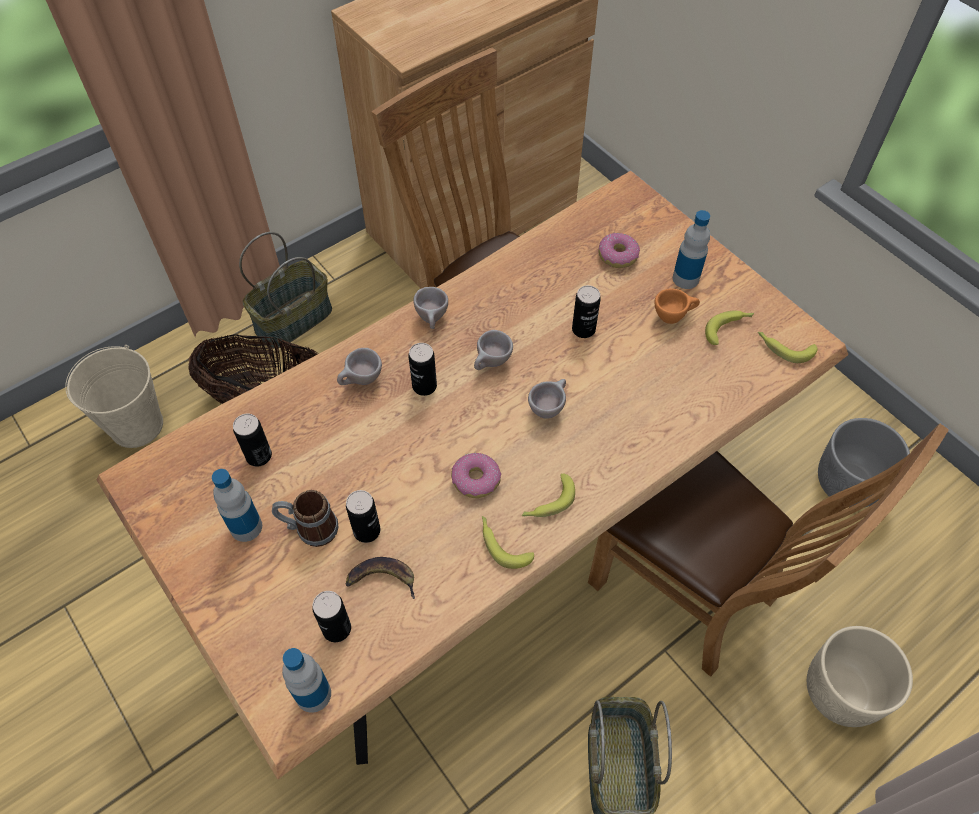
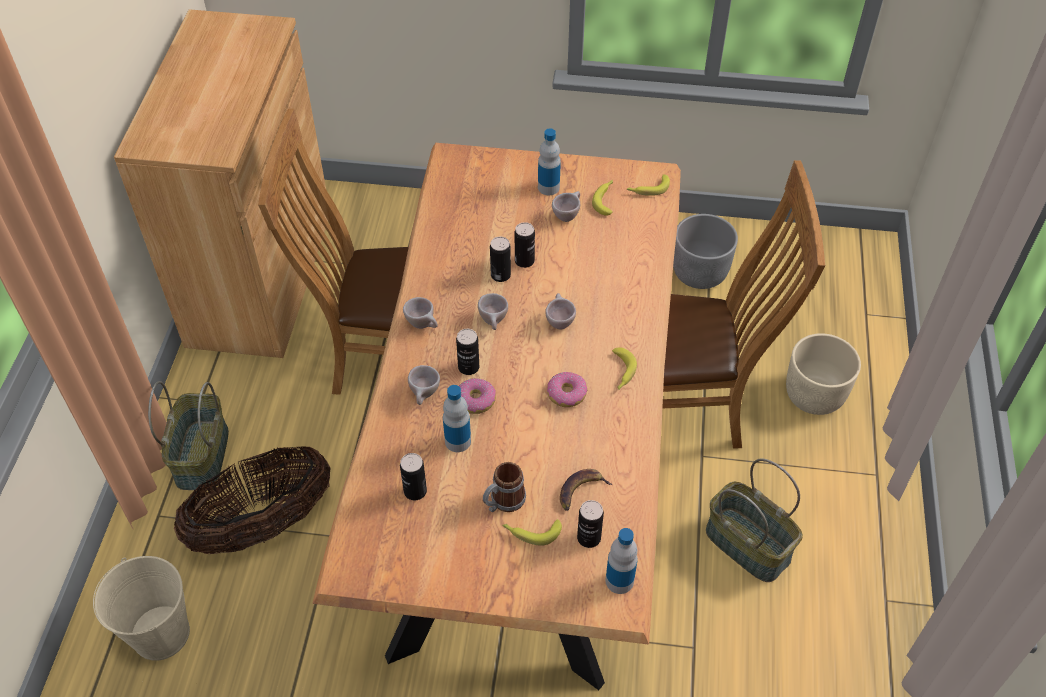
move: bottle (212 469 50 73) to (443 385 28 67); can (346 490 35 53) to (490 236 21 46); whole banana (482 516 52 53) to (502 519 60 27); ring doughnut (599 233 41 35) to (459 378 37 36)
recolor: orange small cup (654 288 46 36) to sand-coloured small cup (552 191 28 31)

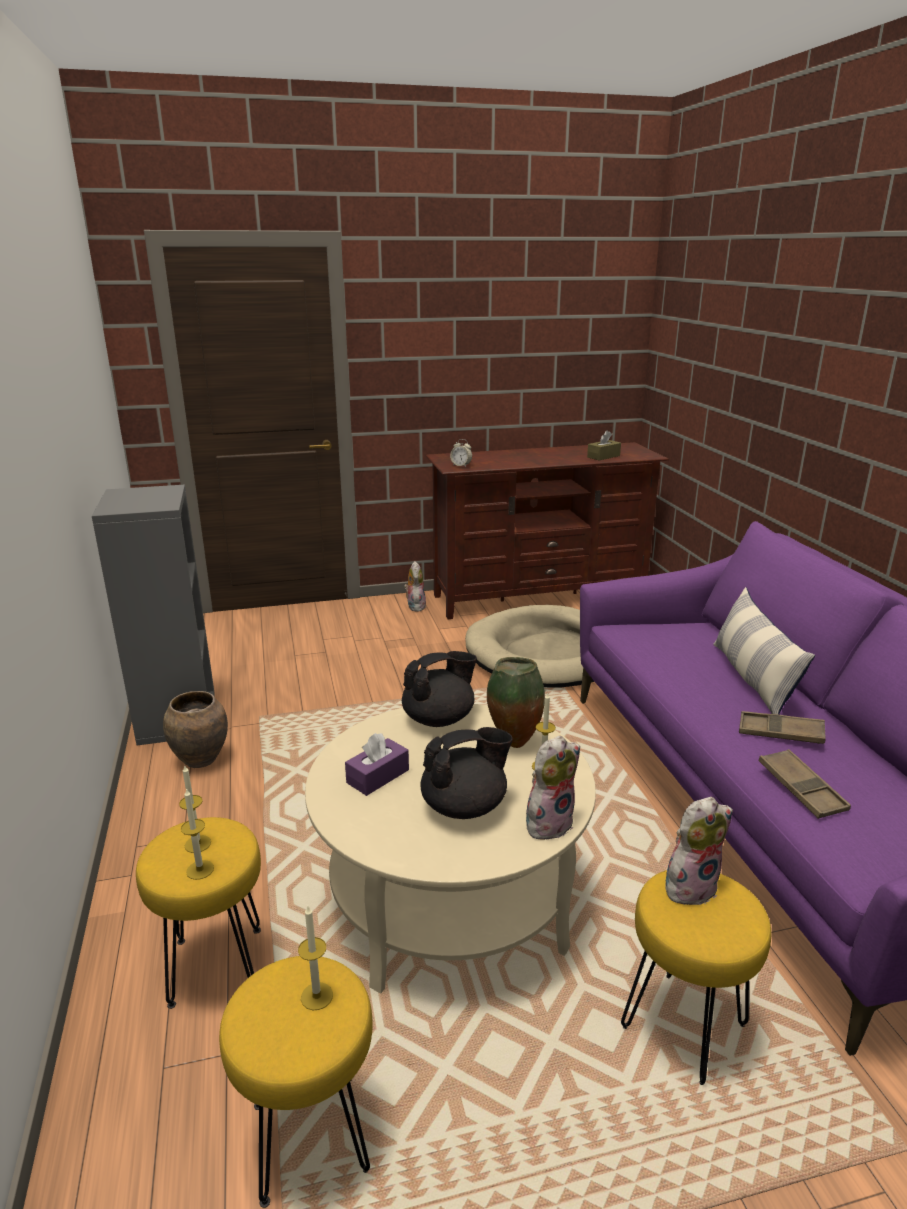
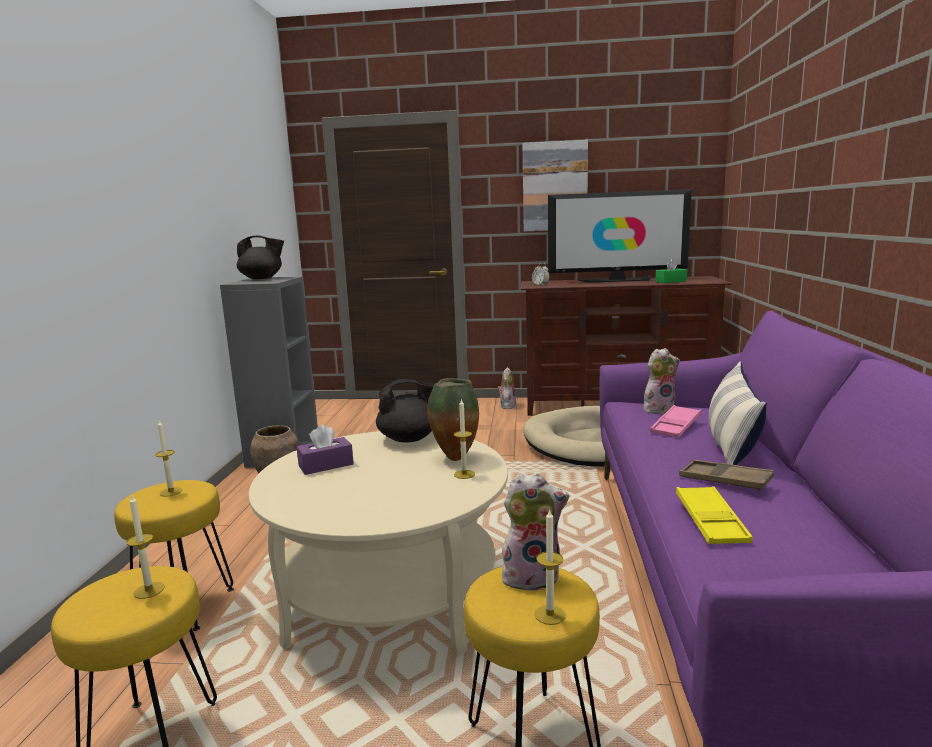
insert: picture (523 140 65 91); TV (548 189 144 94); pink-coloured carrying tray (650 405 51 33)
move: candle (181 788 33 92) to (535 510 31 115); black tea pot (421 727 92 92) to (237 236 47 43); soft toy (526 735 54 107) to (644 348 36 66)
recolor: brown tissue box (587 430 34 31) to green-coloured tissue box (655 258 32 25); brown carrying tray (759 749 92 70) to yellowish carrying tray (676 486 76 58)

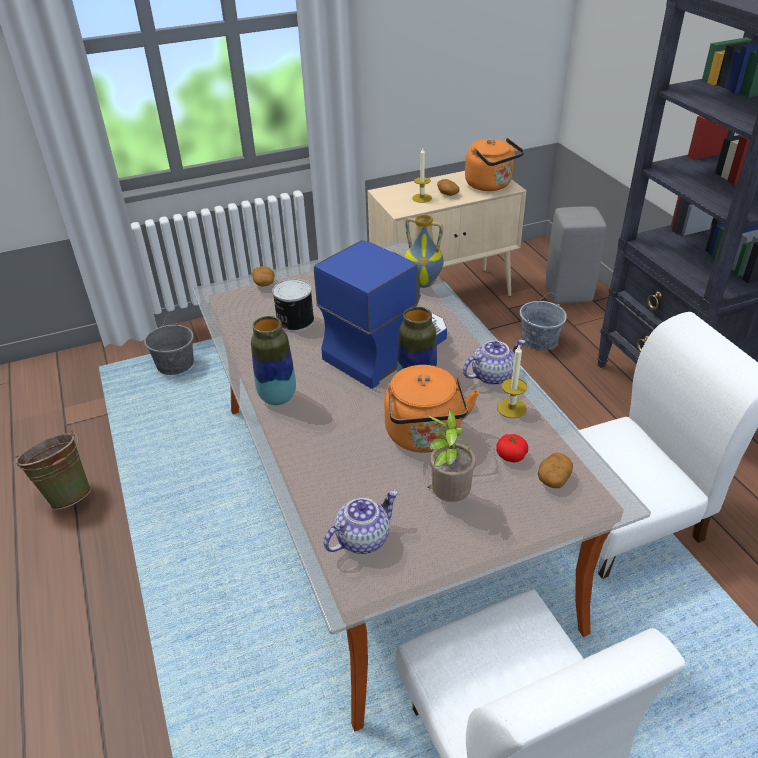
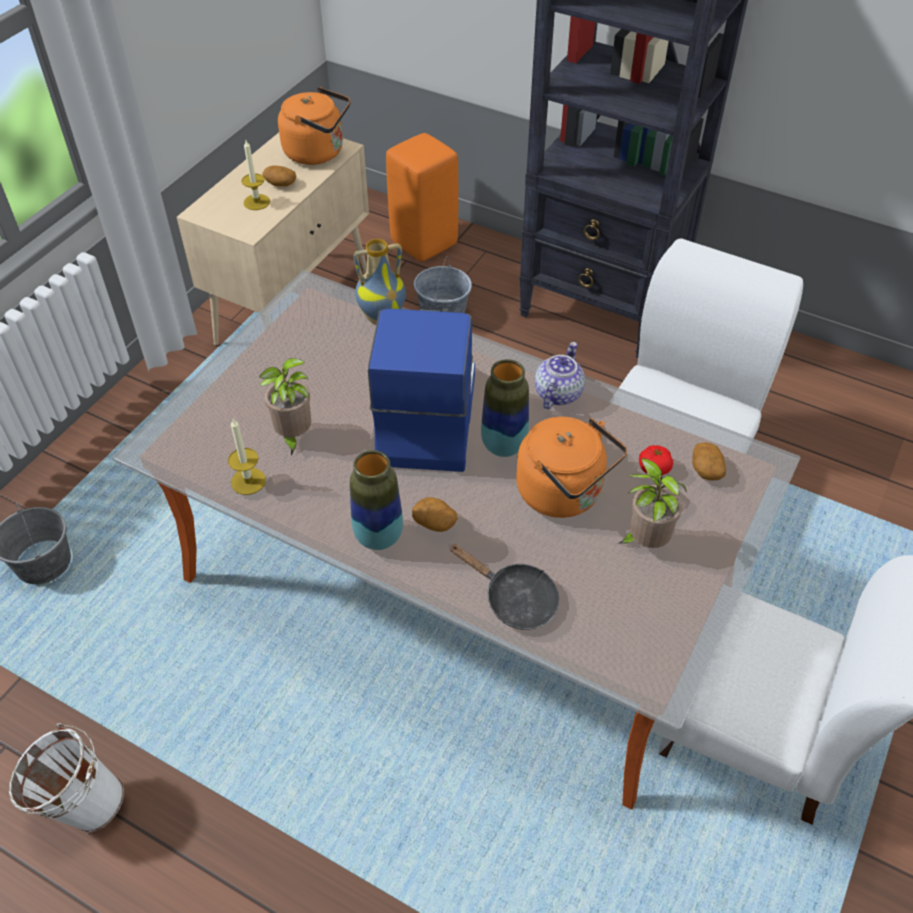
delete: tea pot (324 490 74 64)
insert: black skillet (449 544 110 86)
move: spud (252 266 23 20) to (412 497 46 35); candle (497 344 30 74) to (228 419 38 76)
replace: can (272 279 42 53) to potted plant (259 358 52 97)
recolor: green-coloured pail (13 430 78 80) to white pail (9 724 115 109); gray sitting stool (545 206 62 97) to orange sitting stool (386 133 72 128)

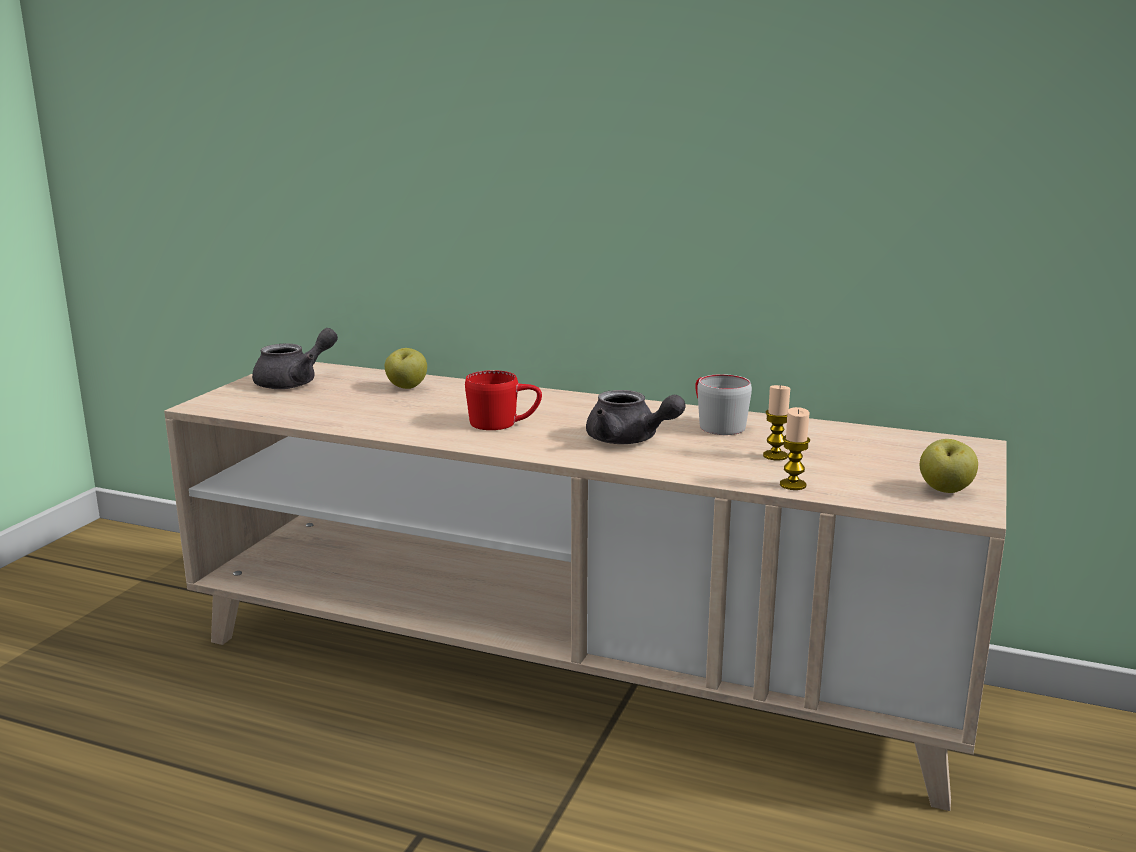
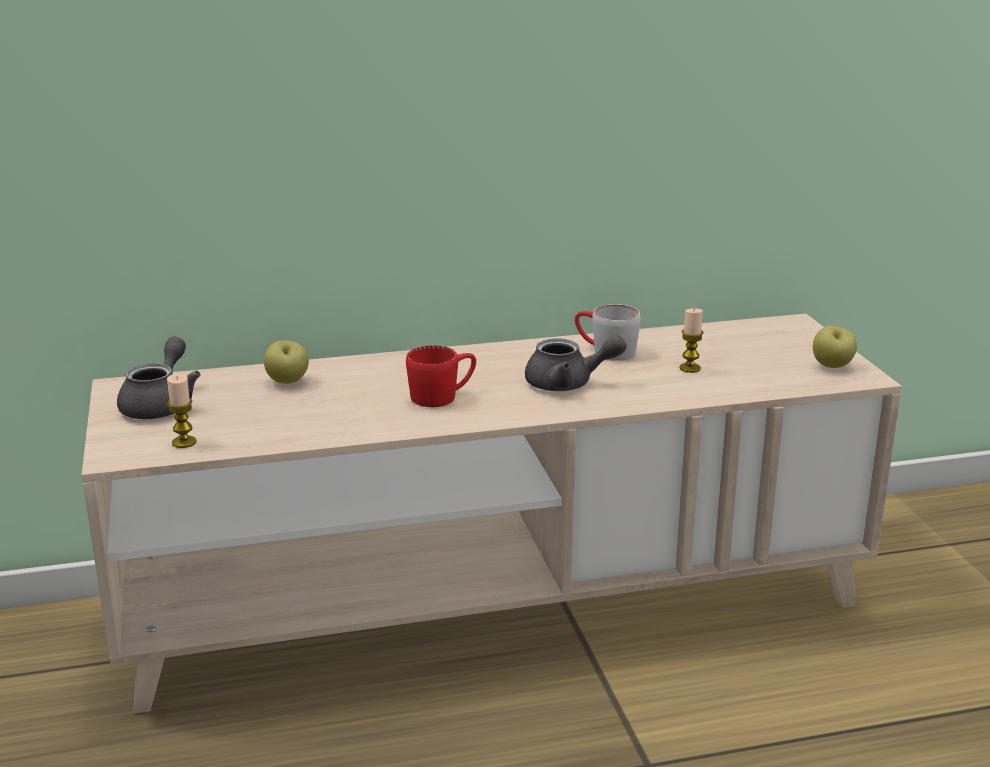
move: candle (780 407 30 83) to (167 374 30 74)

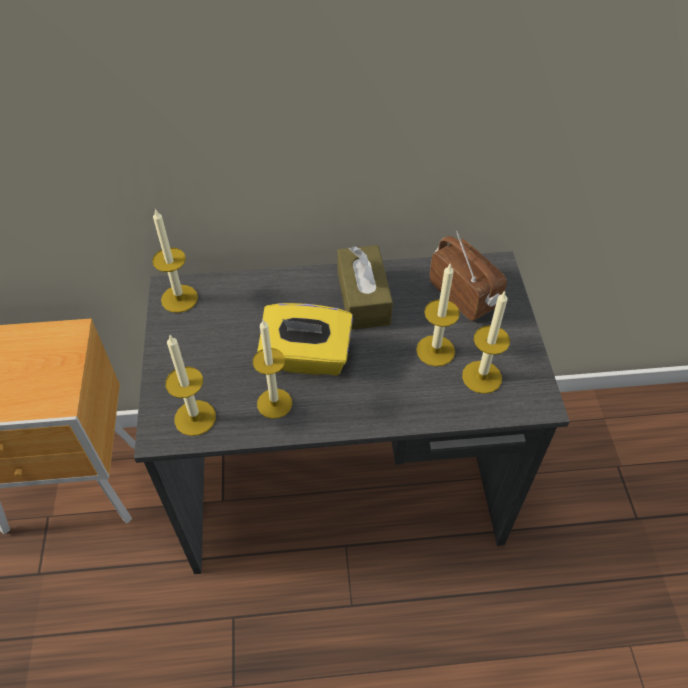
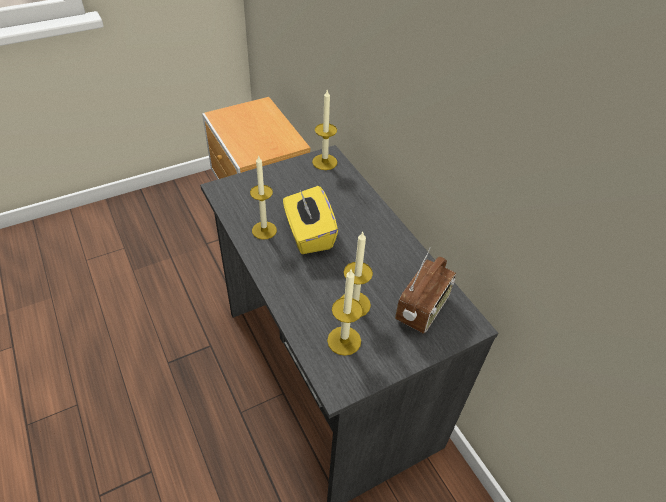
delete: candle (165 335 51 101); brown tissue box (337 245 56 85)

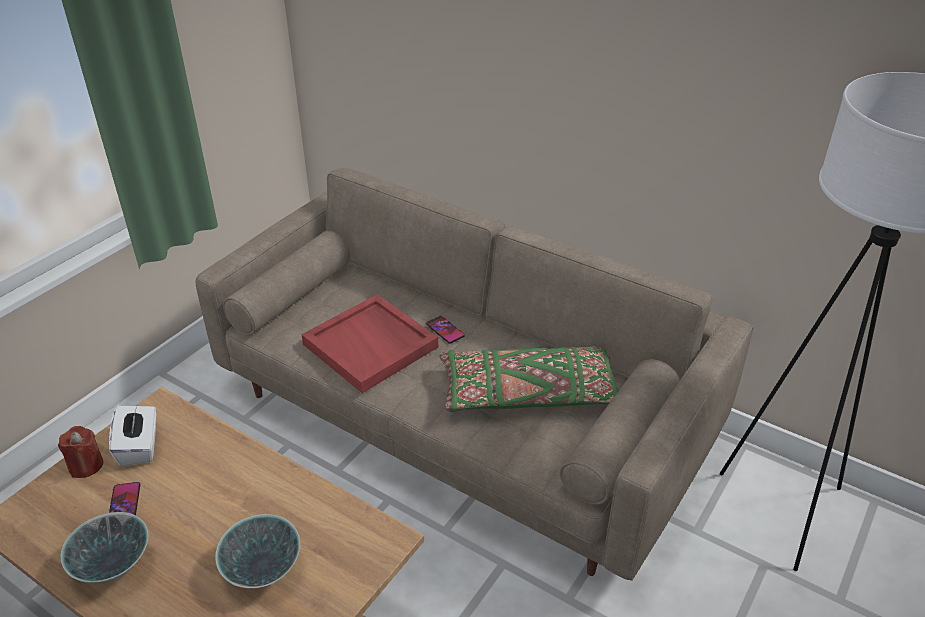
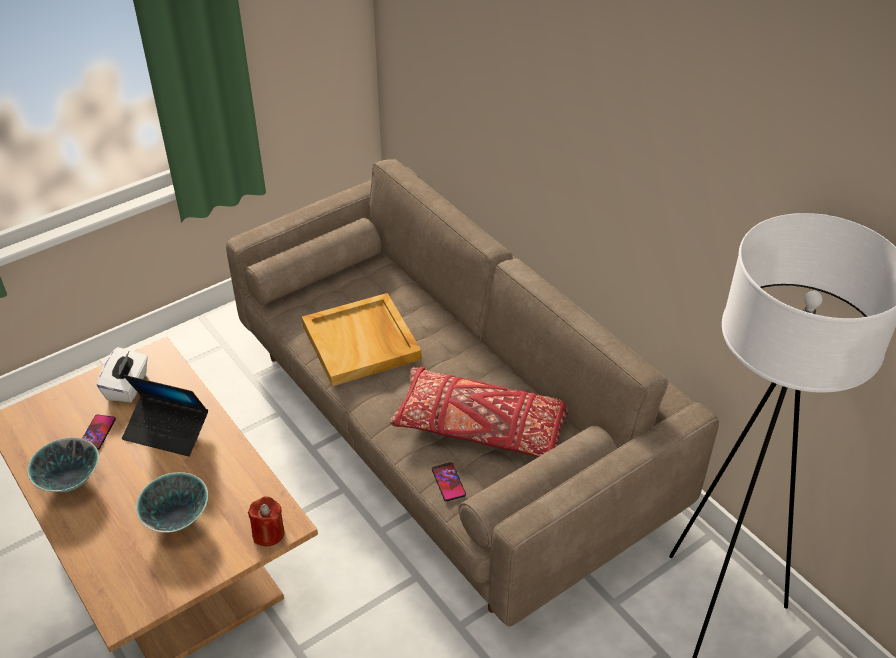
insert: portable computer (122 375 86 81)
move: reddish candle (58 426 45 52) to (248 496 36 50); handset (426 316 39 28) to (432 462 34 39)
recolor: reddish carrying tray (301 294 137 99) to sand-coloured carrying tray (302 293 120 93); green-coloured throw pillow (439 347 180 65) to reddish throw pillow (390 367 178 90)

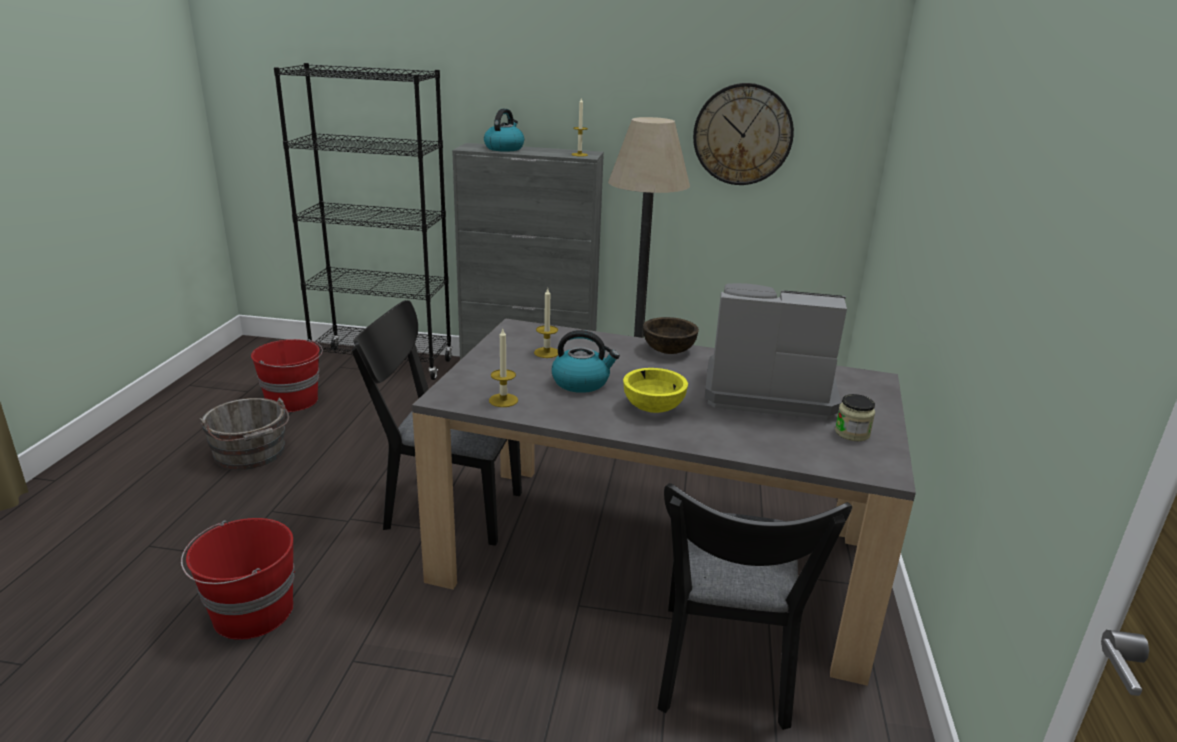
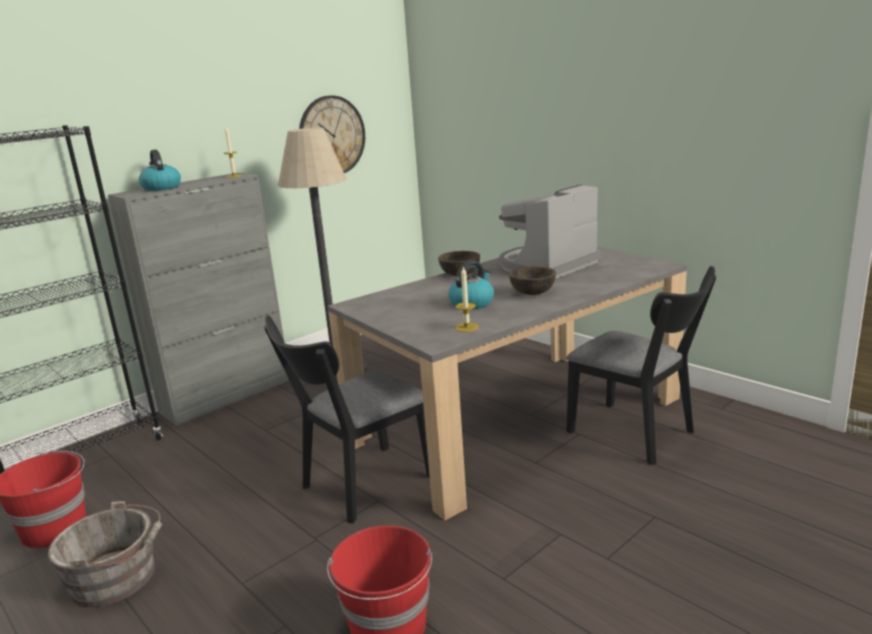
delete: candle (534 288 24 70); jar (835 394 40 47)
recolor: yellowish deep dish (623 368 65 45) to brown deep dish (509 266 47 29)

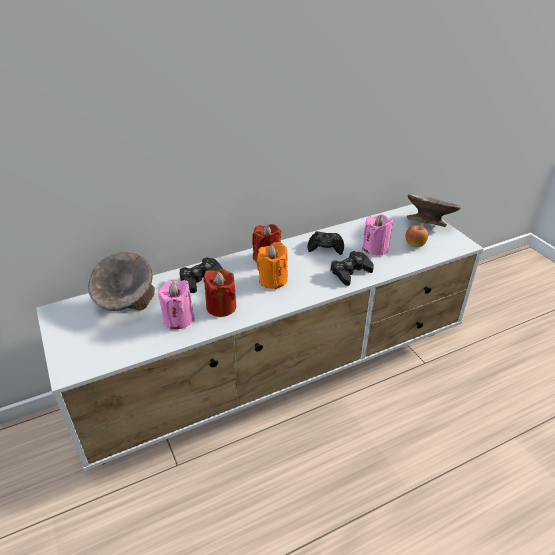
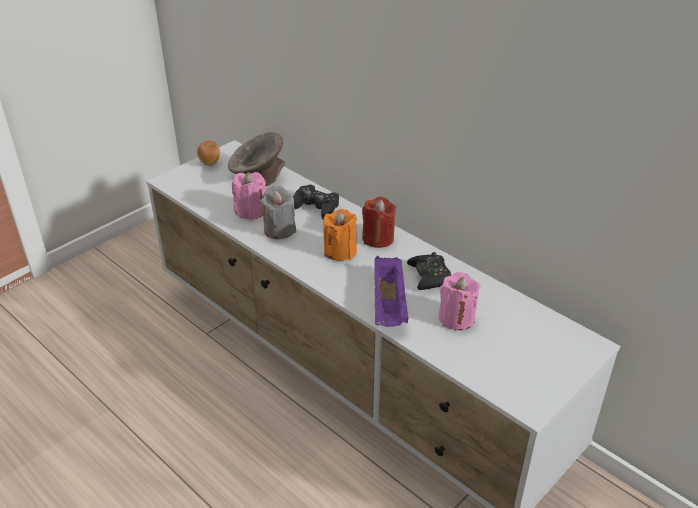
delete: gray deep dish (407 194 54 33)
move: apple (406 225 22 22) to (197 141 23 25)
replace: black joypad (330 251 44 35) to purple-coloured carrying tray (374 256 35 71)
recolor: reddish candle (203 269 33 48) to gray candle (260 186 36 53)

